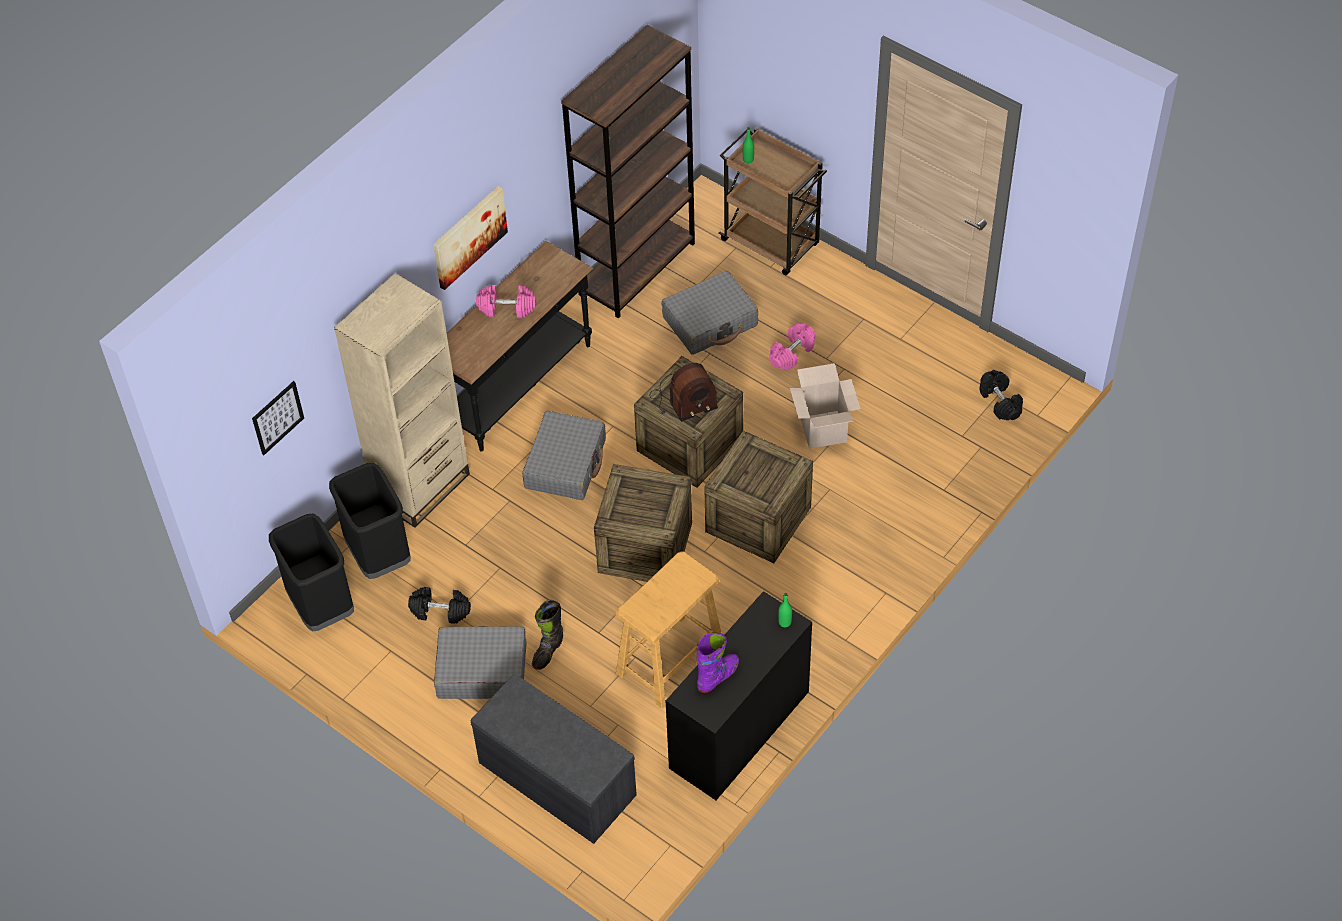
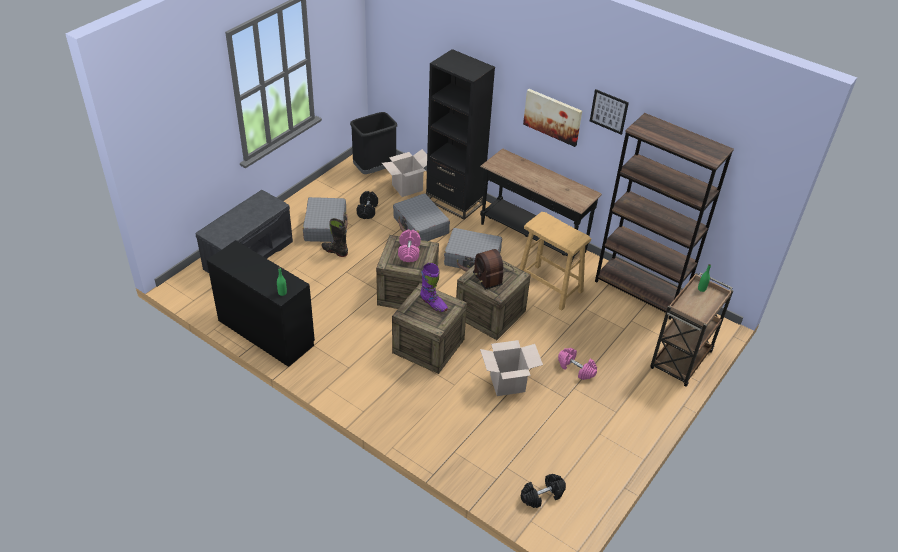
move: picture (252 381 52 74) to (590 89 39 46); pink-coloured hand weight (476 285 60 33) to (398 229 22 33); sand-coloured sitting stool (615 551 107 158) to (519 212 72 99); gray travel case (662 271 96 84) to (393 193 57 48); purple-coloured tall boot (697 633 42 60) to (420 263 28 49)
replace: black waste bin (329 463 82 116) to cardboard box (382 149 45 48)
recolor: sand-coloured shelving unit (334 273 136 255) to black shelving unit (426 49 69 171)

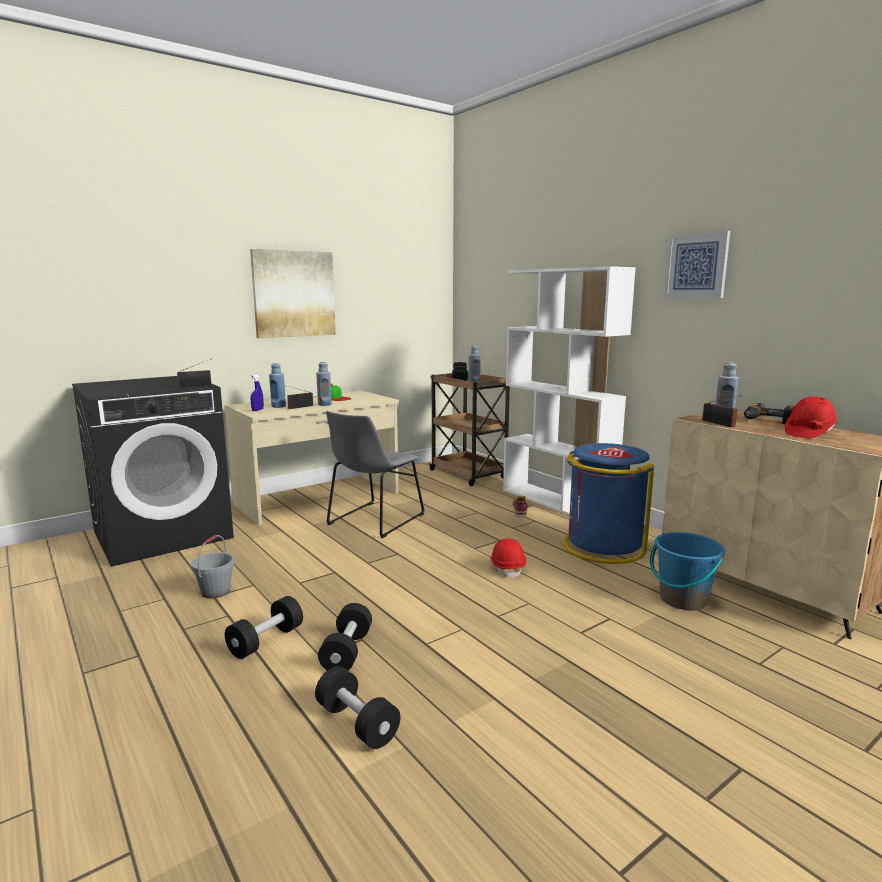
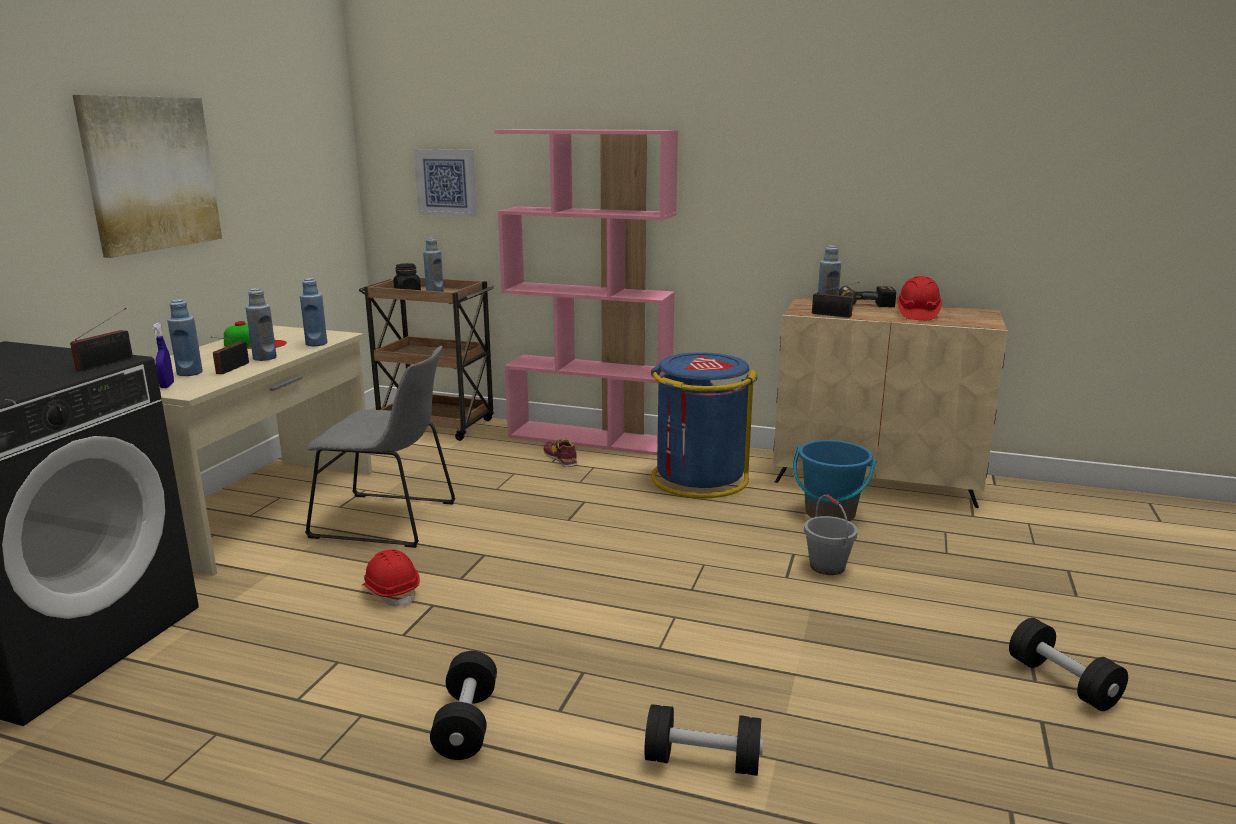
insert: blue-coloured bottle (300 278 28 68)
move: gray pail (191 535 44 64) to (804 494 54 81); black hand weight (318 603 54 68) to (1009 618 119 93); reddish work helmet (490 538 36 41) to (362 549 58 58); picture (664 231 66 67) to (414 149 63 68)
recolor: white shelving unit (503 266 133 250) to pink-coloured shelving unit (494 129 184 326)
rotate: gray plain chair (326 411 99 127) = (305 346 150 202) 75 degrees counterclockwise

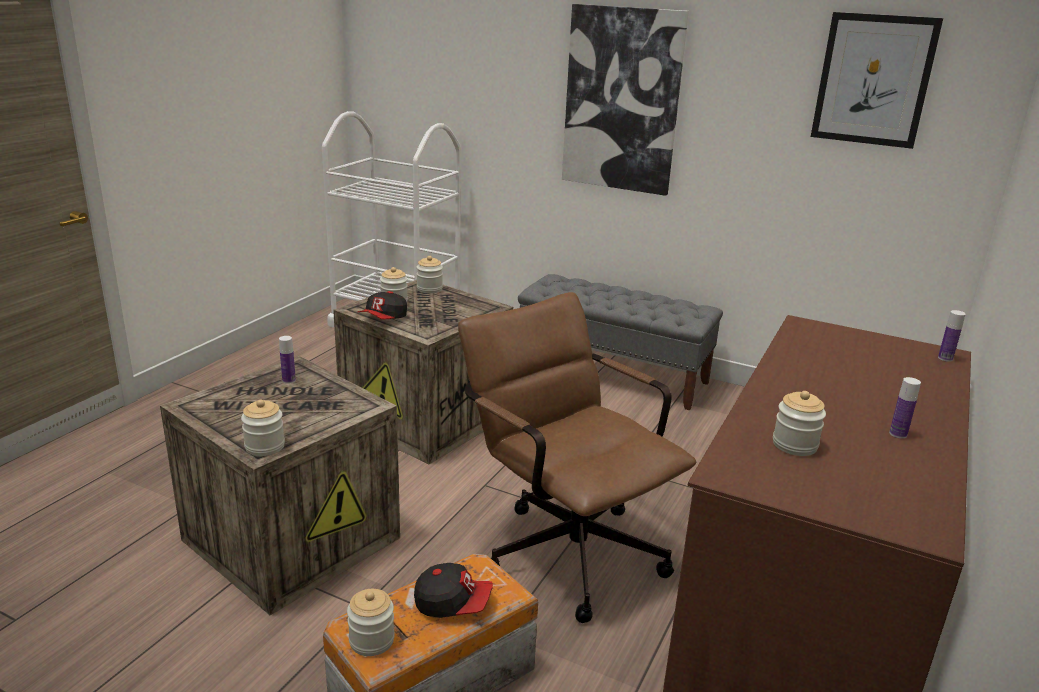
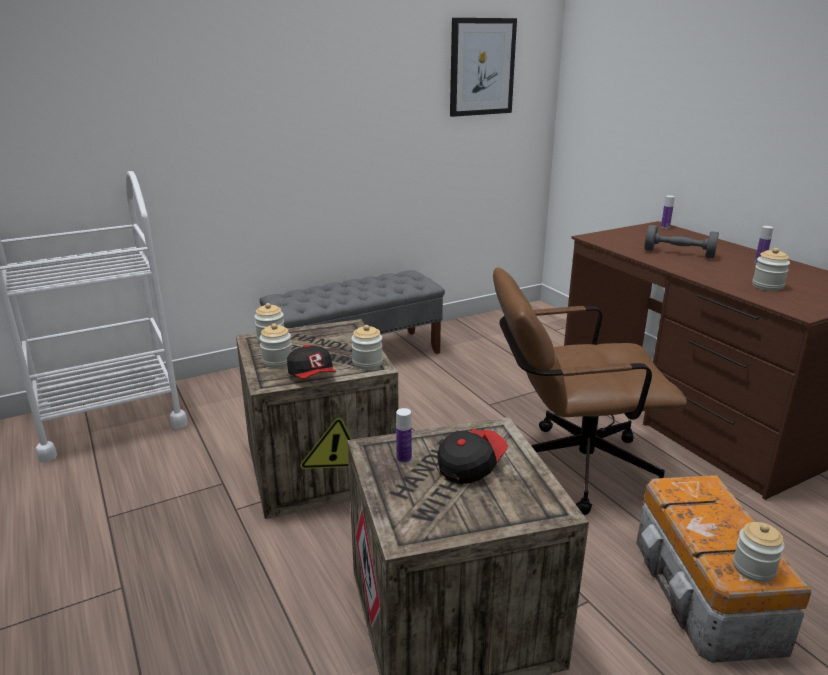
delete: picture (562 4 127 192)
insert: gray hand weight (644 225 75 33)
move: jar (241 399 44 57) to (351 325 32 44); baseball cap (414 563 79 55) to (437 428 71 56)

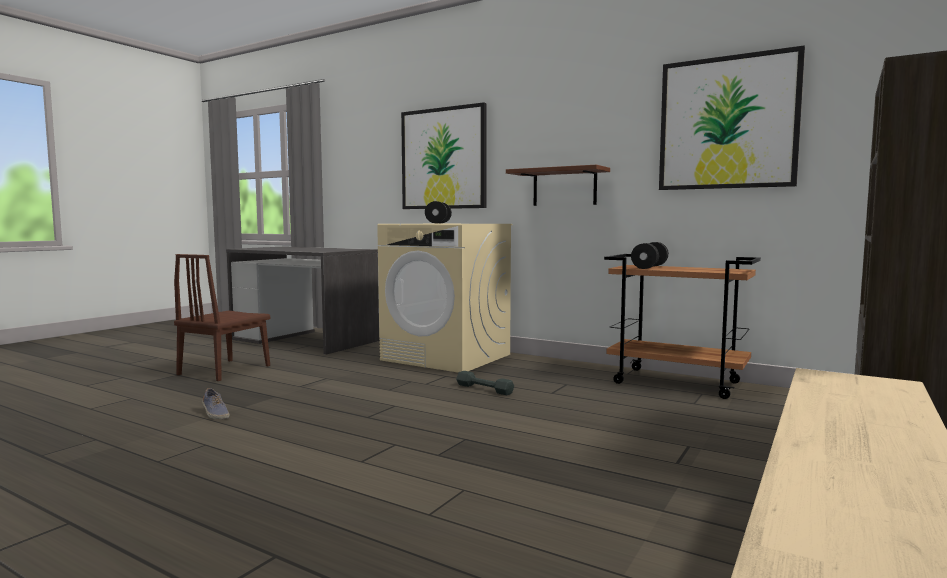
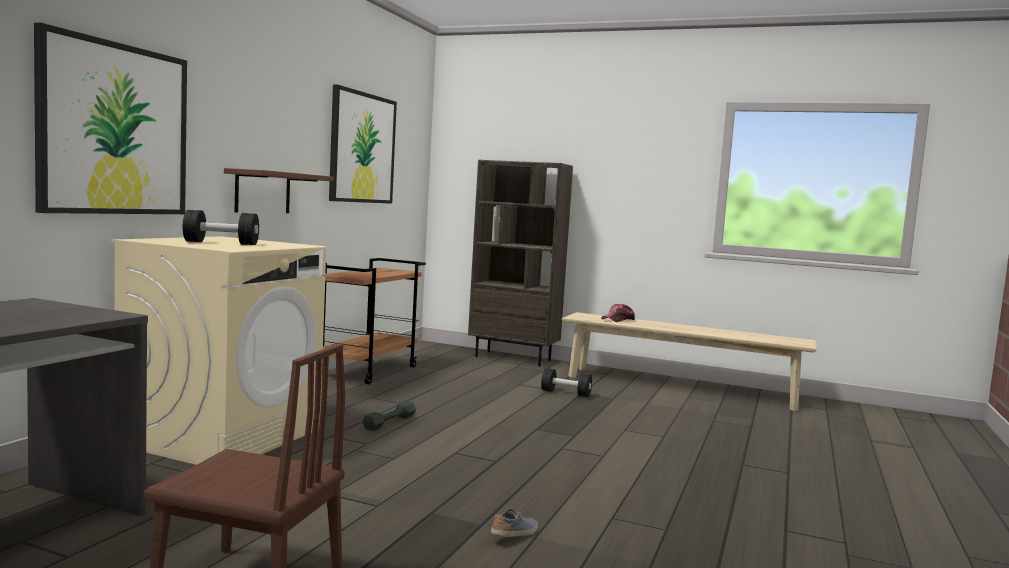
insert: baseball cap (601 304 34 18)
move: black hand weight (631 242 38 27) to (541 368 51 29)

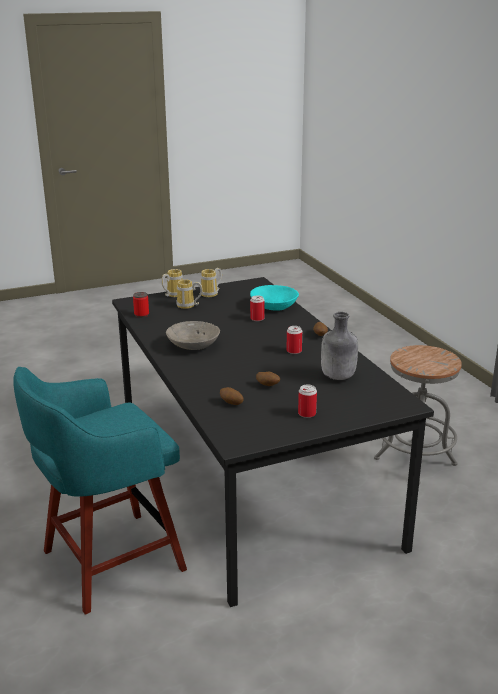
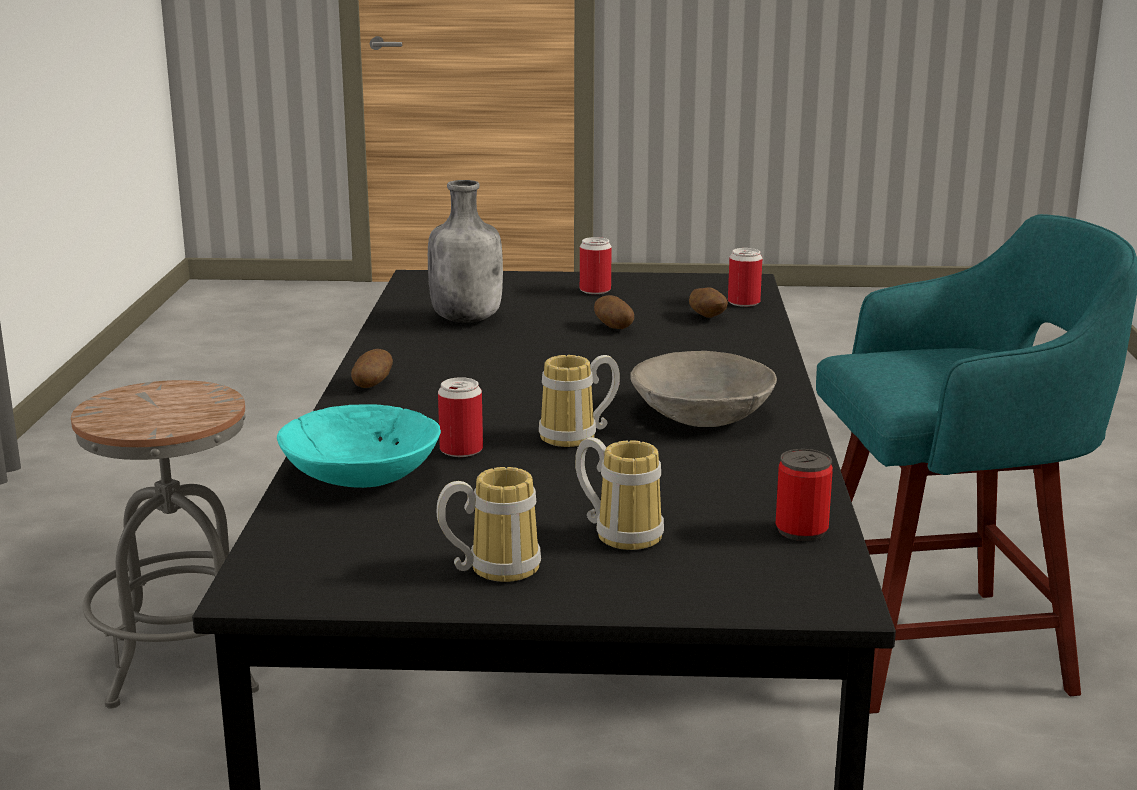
move: tea mug (161 269 22 28) to (539 355 81 92); can (286 326 16 28) to (728 248 34 59)

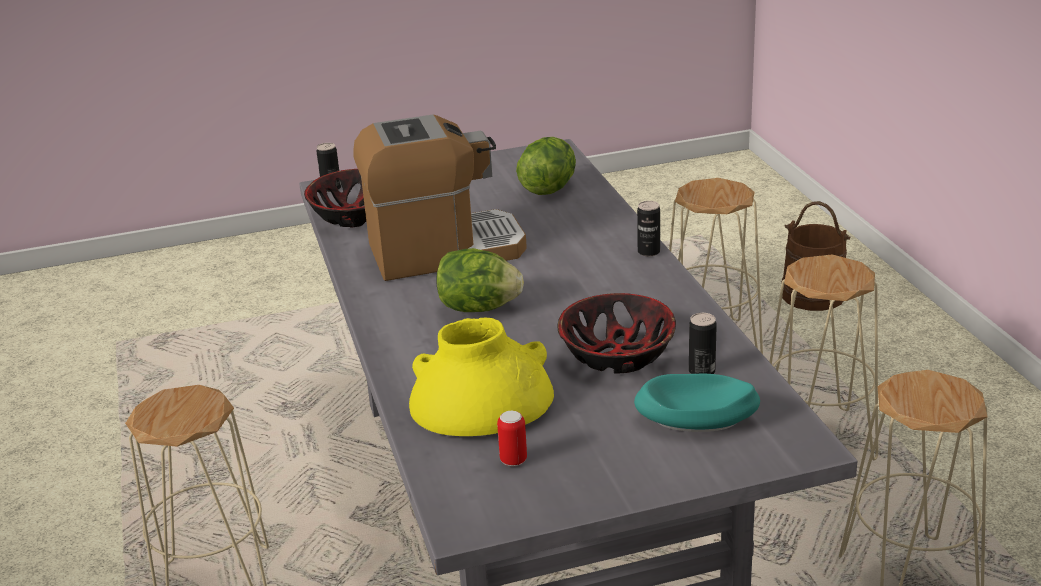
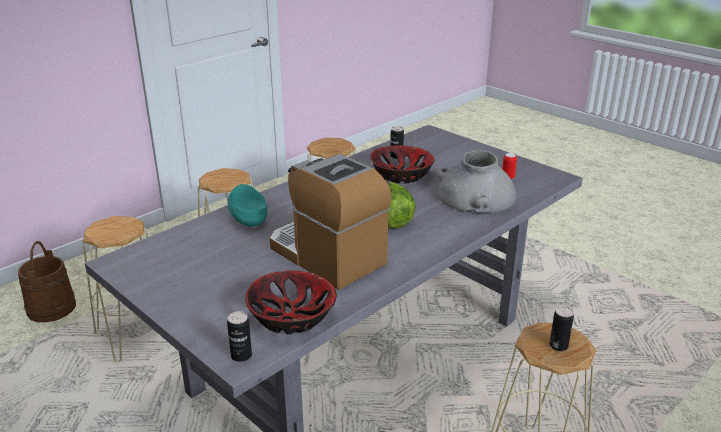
delete: lettuce head (516 137 60 58)
move: blue-green deep dish (634 374 126 58) to (228 184 39 44); can (637 201 23 56) to (549 306 25 45)
recolor: yellowish vase (409 318 145 118) to gray vase (437 150 80 63)

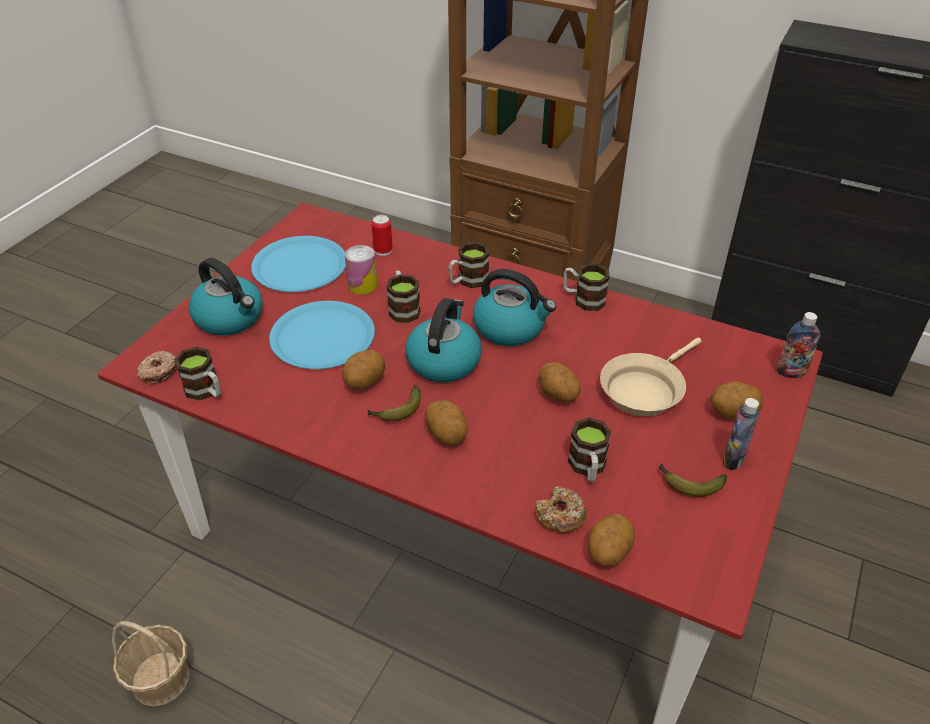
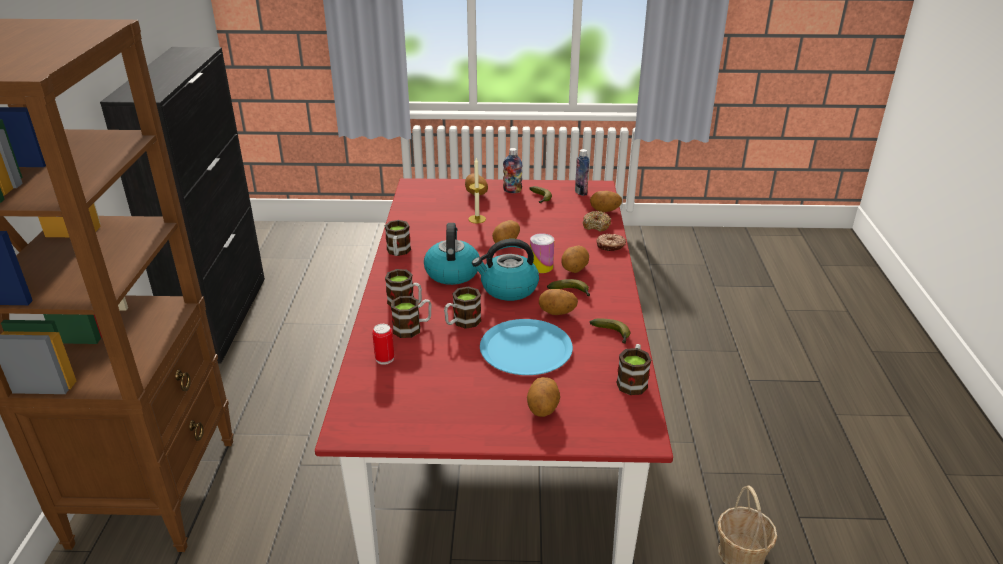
delete: blue-coloured flat dish (251 236 95 56)
insert: whole banana (589 318 41 25)
move: ring doughnut (136 350 41 34) to (596 234 30 17); can (345 245 33 50) to (530 233 24 40); tea mug (568 417 43 65) to (391 296 41 42); bottle (777 312 44 66) to (575 149 14 47)
replace: tea kettle (189 258 74 78) to spud (527 377 33 40); sand-coloured skillet (600 337 102 79) to candle (468 158 18 65)

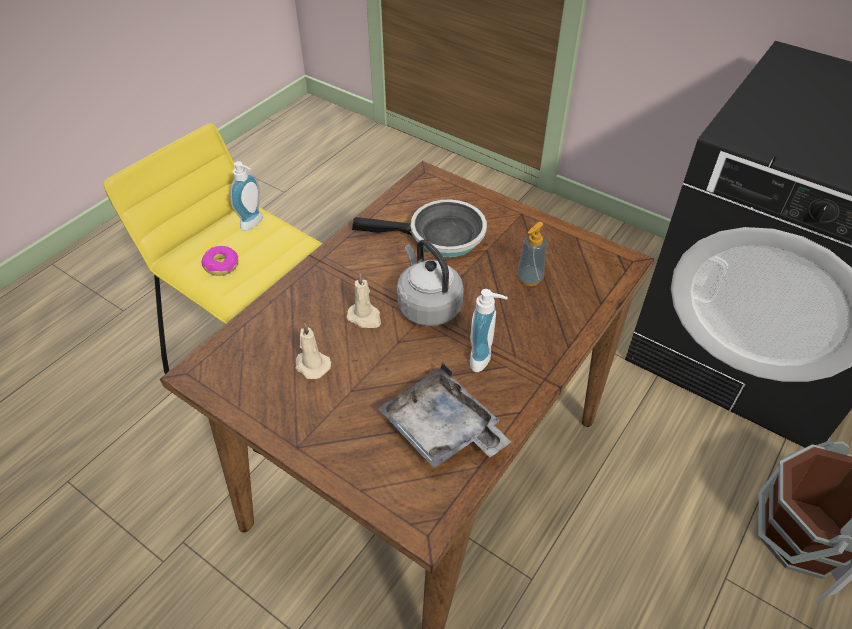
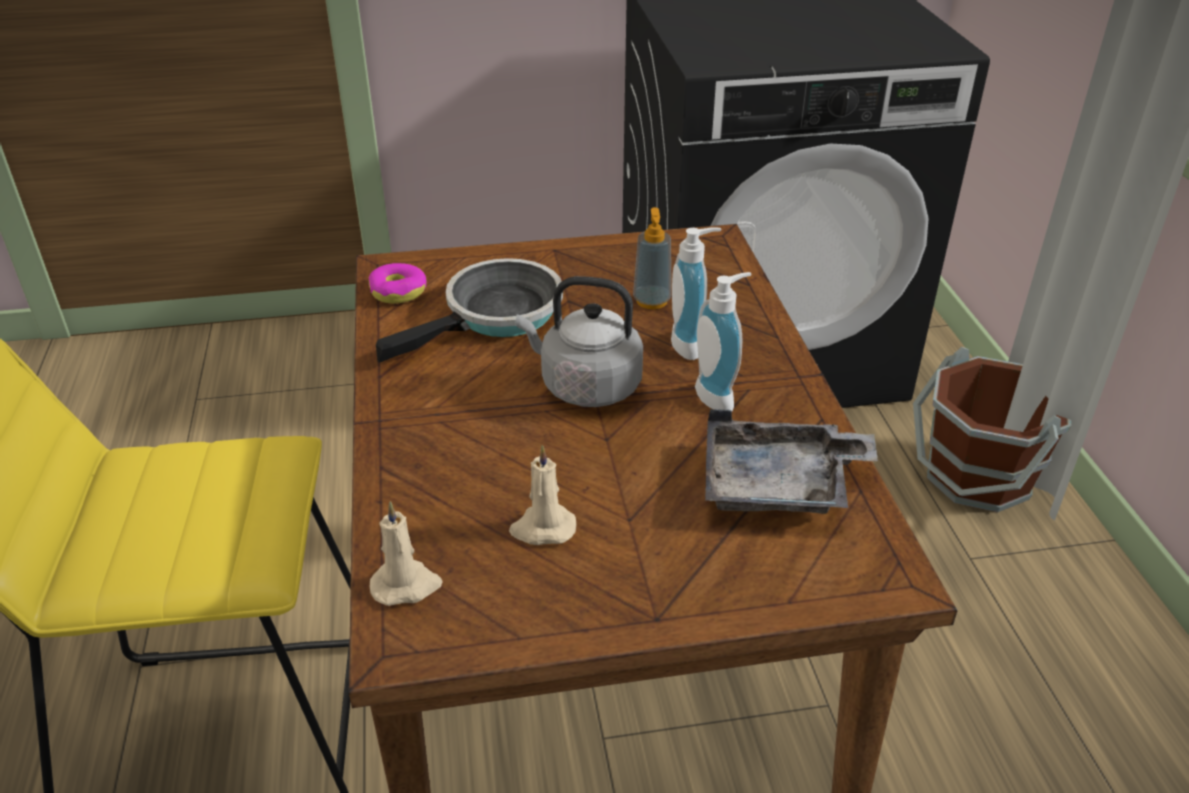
move: ring doughnut (202 246 36 30) to (369 263 58 41); liquid soap bottle (230 161 33 70) to (671 227 50 133); sand-coloured candle (347 274 34 54) to (370 501 73 105)

